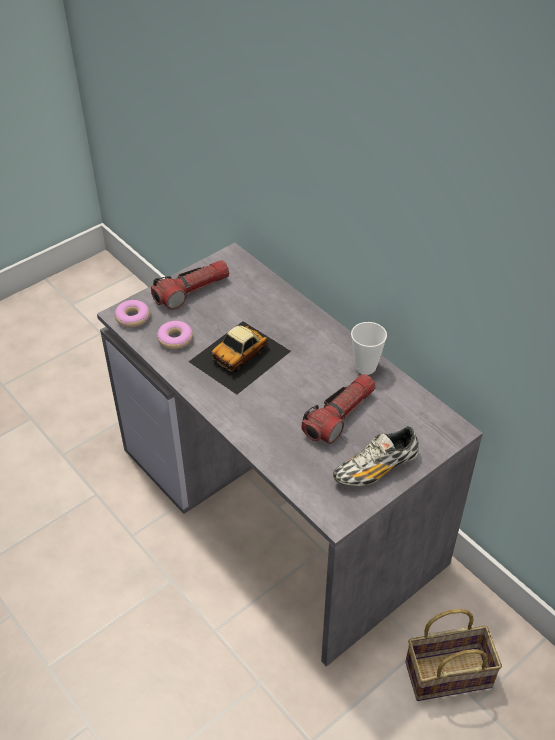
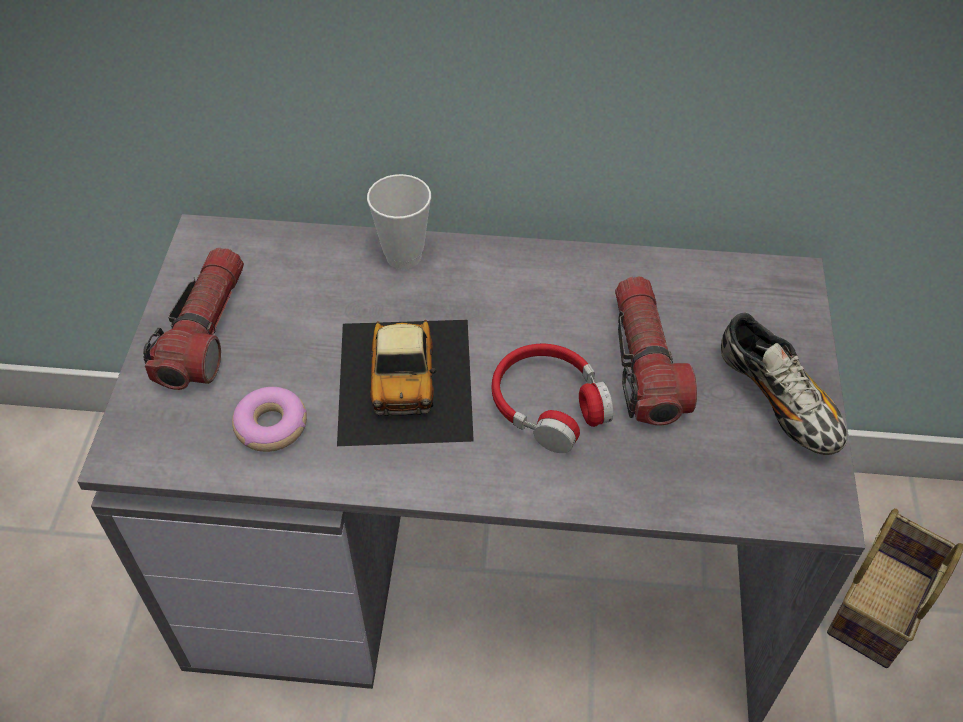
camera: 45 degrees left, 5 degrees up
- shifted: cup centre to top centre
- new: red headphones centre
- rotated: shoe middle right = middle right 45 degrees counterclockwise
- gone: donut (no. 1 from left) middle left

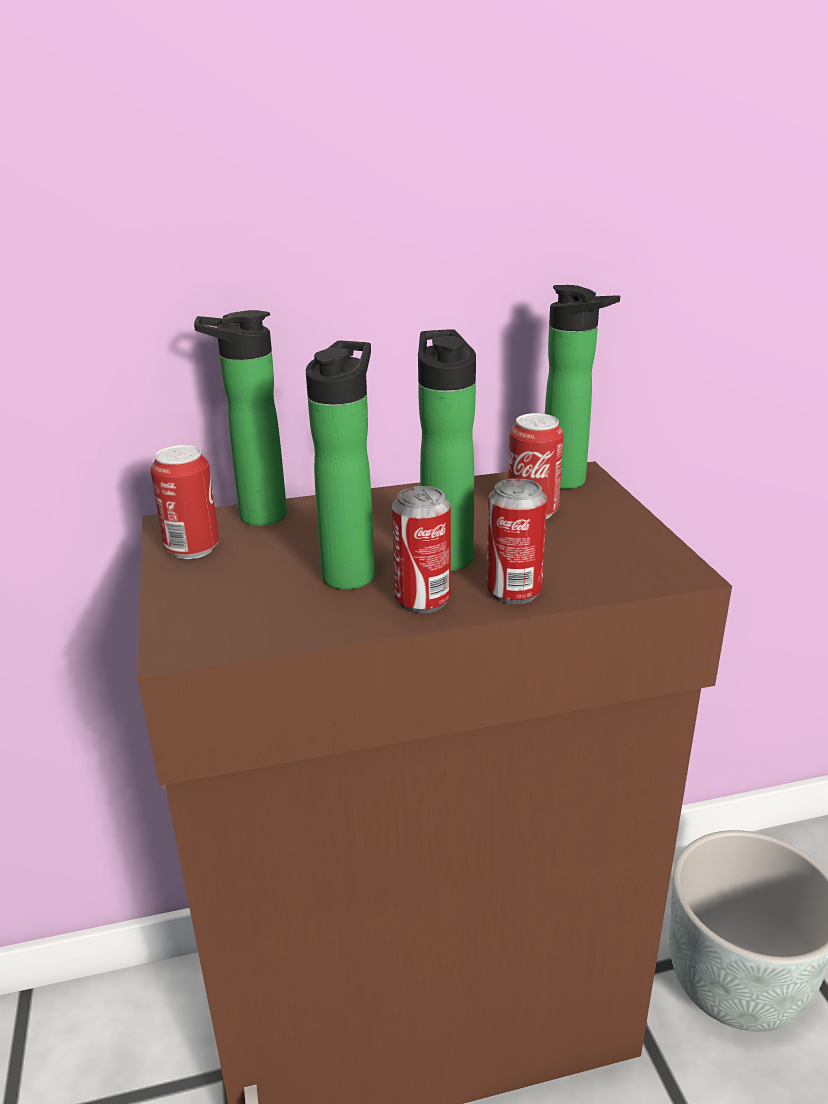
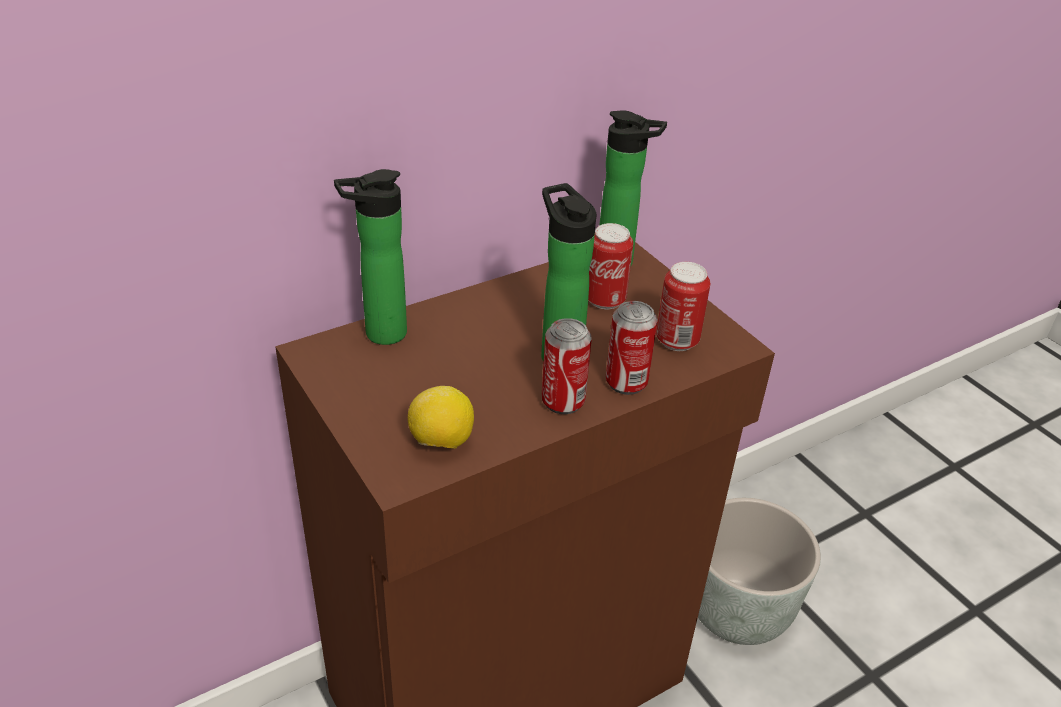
camera: 20 degrees left, 10 degrees up
- new: lemon centre
- shifted: can (no. 1 from left in the first image) middle left to can (no. 4 from left) centre
- gone: bottle (no. 2 from left) centre

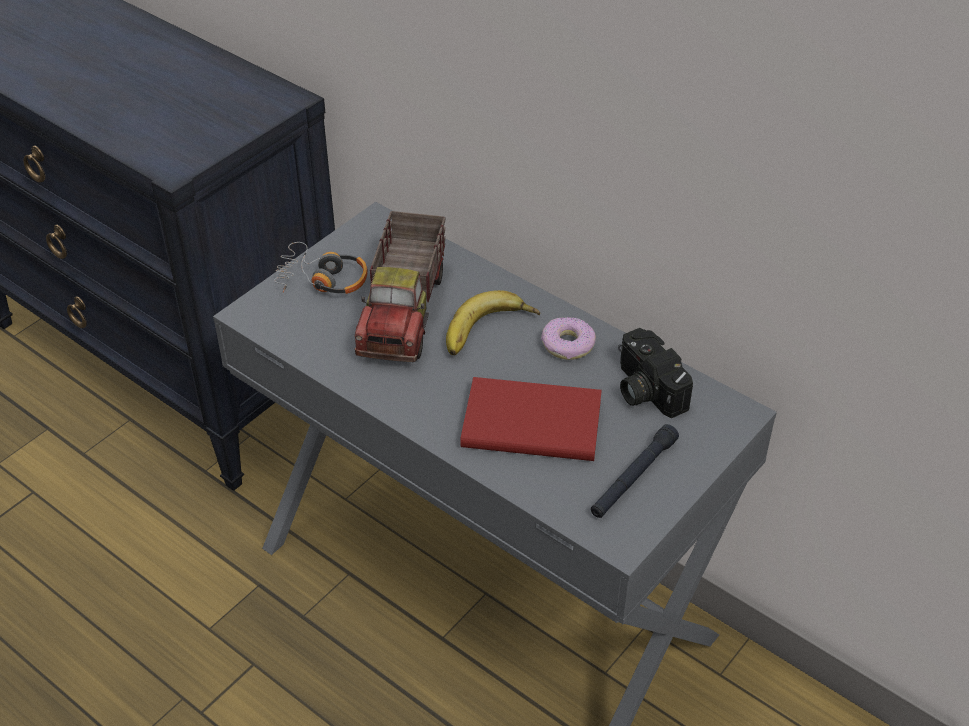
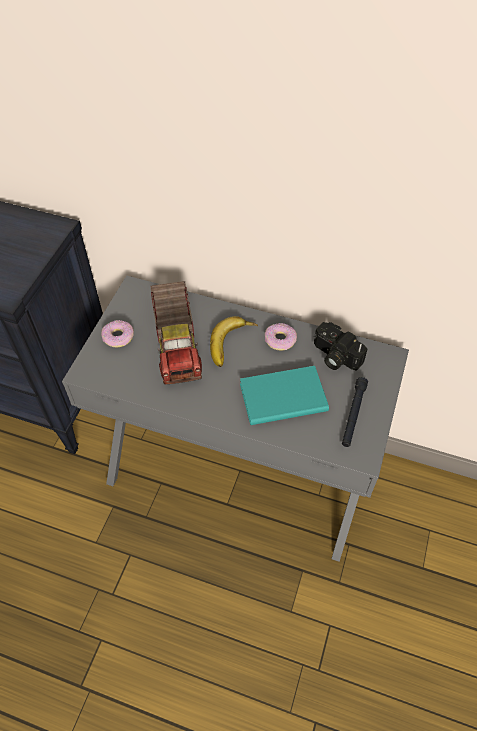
camera: 20 degrees left, 10 degrees up
- swapped: headphones middle left to donut (no. 1 from left) middle left
- repainted: red book centre to turquoise book centre

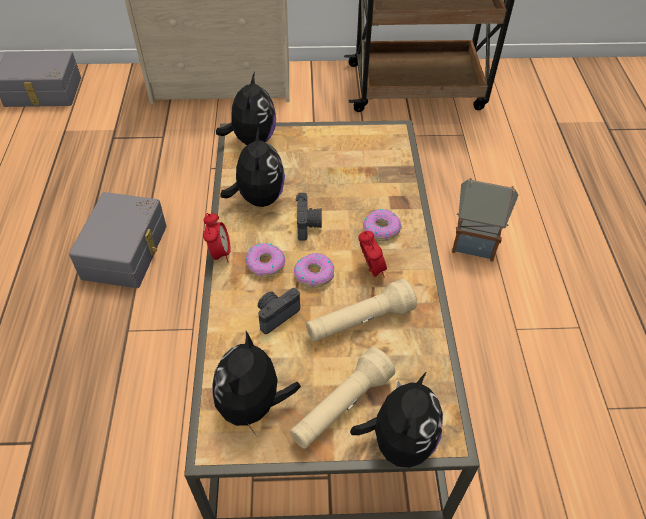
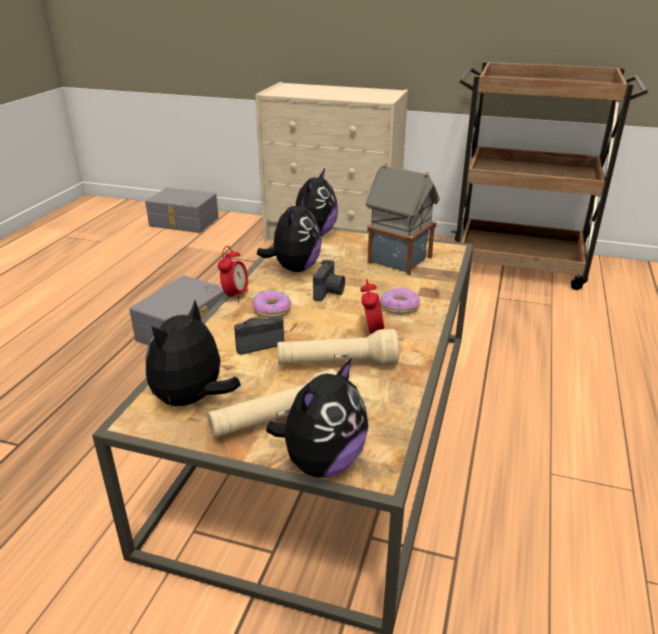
camera: 20 degrees right, 20 degrees down
- shifted: toy house middle right to centre
- gone: donut (no. 2 from left) centre

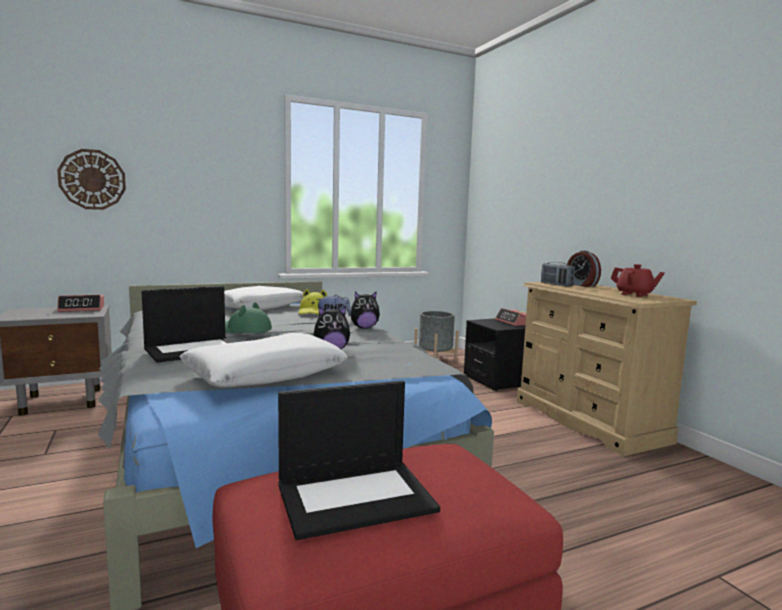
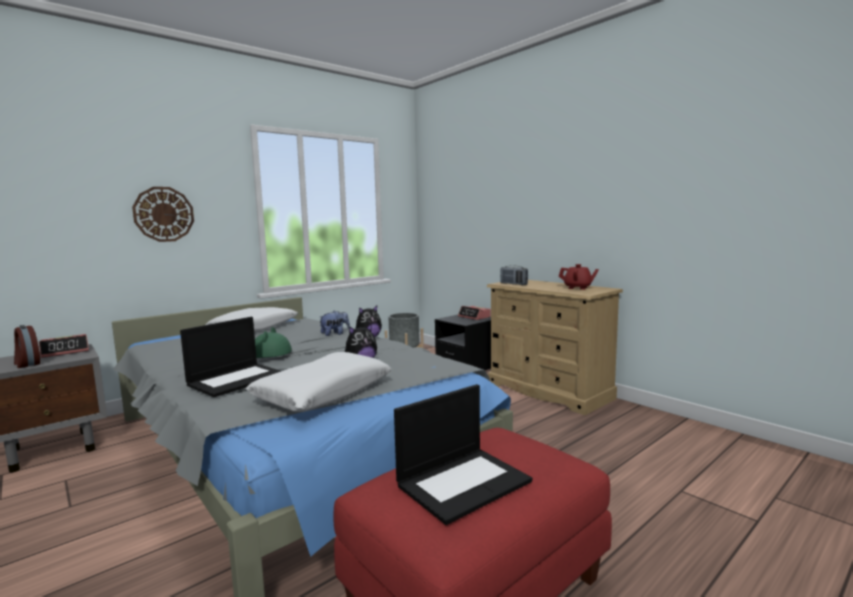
camera: 15 degrees left, 0 degrees up
- shifted: alarm clock (no. 3 from left in the first image) middle right to alarm clock (no. 1 from left) middle left
- shifted: wall clock top left to middle left
- gone: yellow hat centre

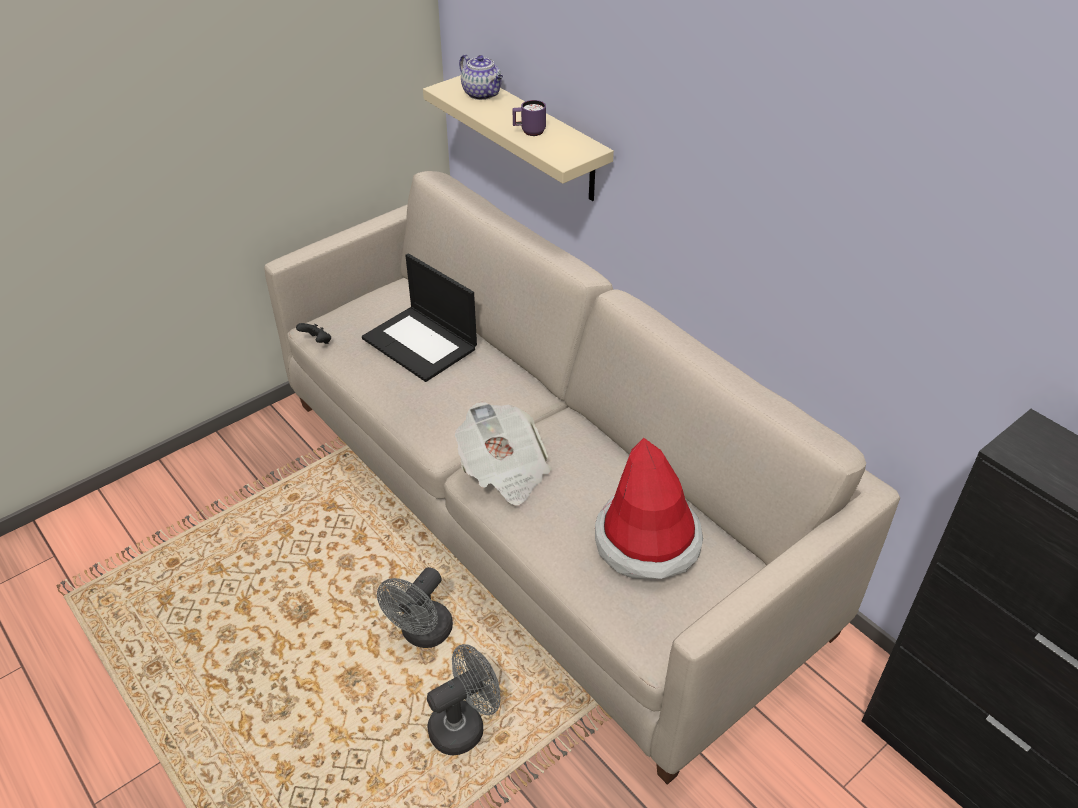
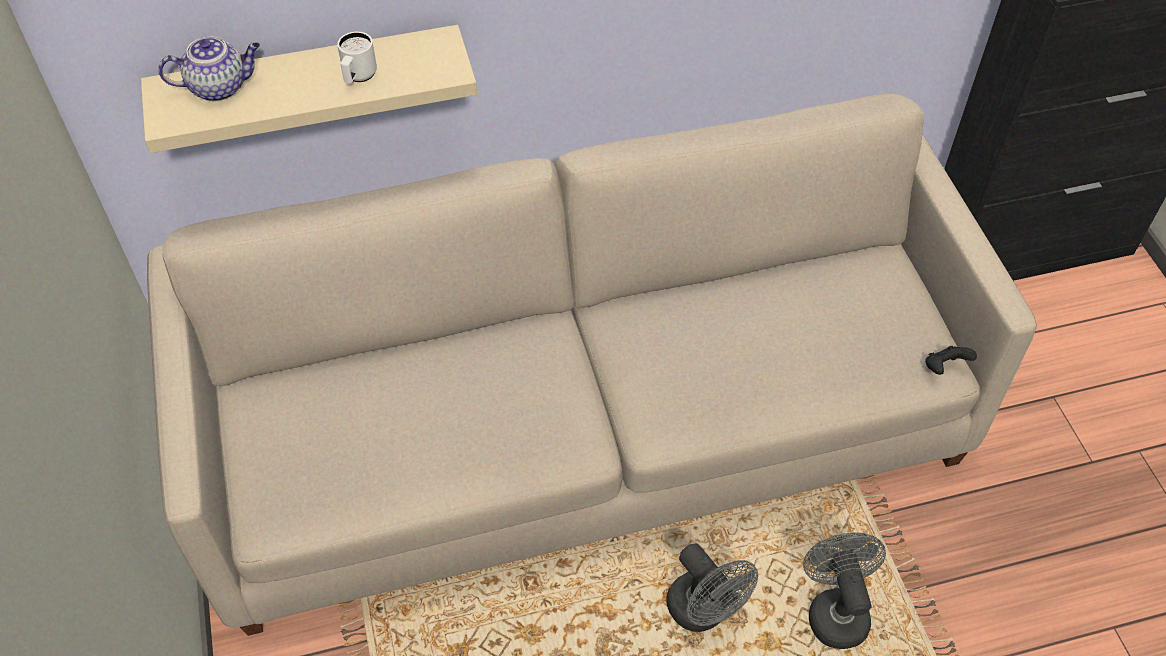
camera: 65 degrees left, 10 degrees up
- repainted: purple mug top centre to white mug top left
- shifted: black game controller middle left to middle right
- gone: laptop centre
- gone: newspaper centre
- gone: hat centre

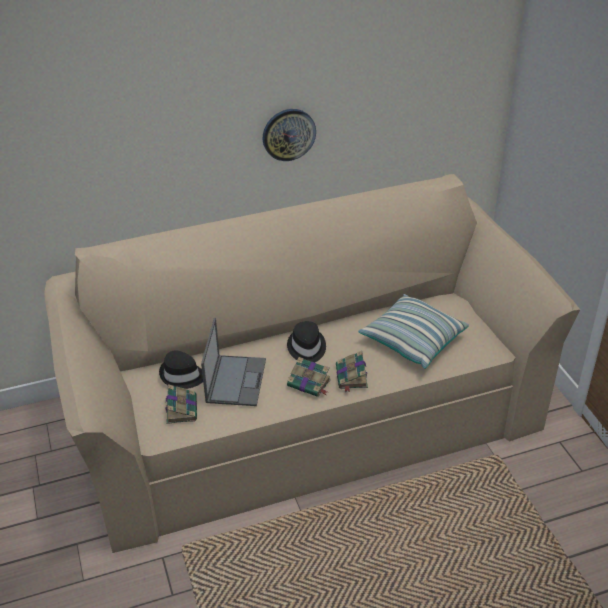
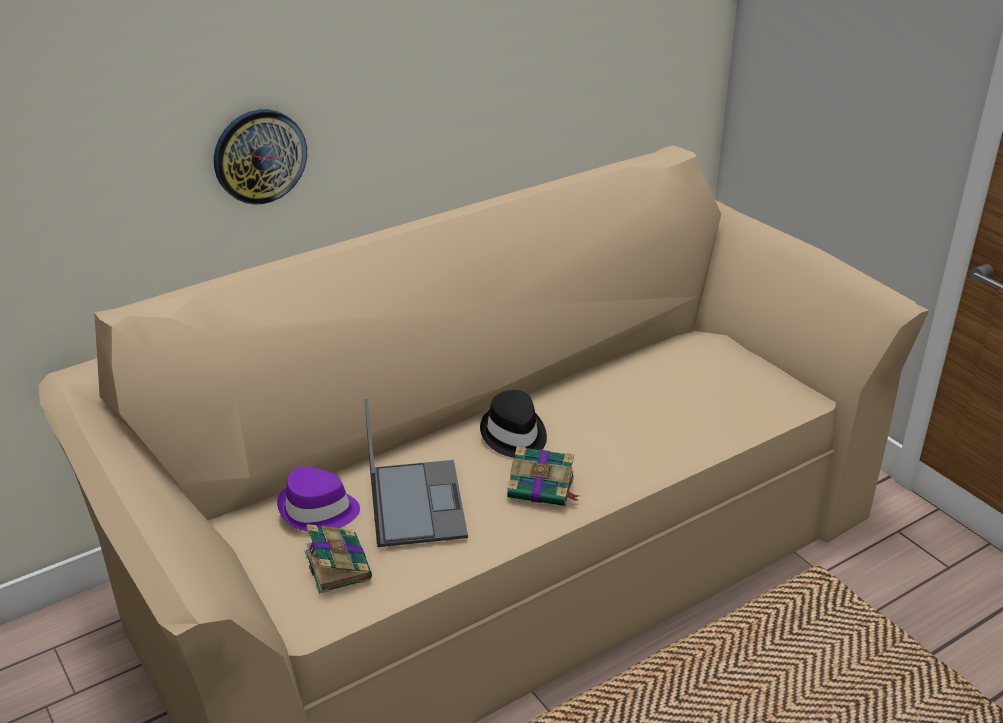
camera: 15 degrees left, 5 degrees down
- shifted: wall clock top centre to top left
- repainted: black hat (no. 1 from left) middle left to purple hat bottom left
- gone: book (no. 3 from left) centre
- gone: pillow middle right

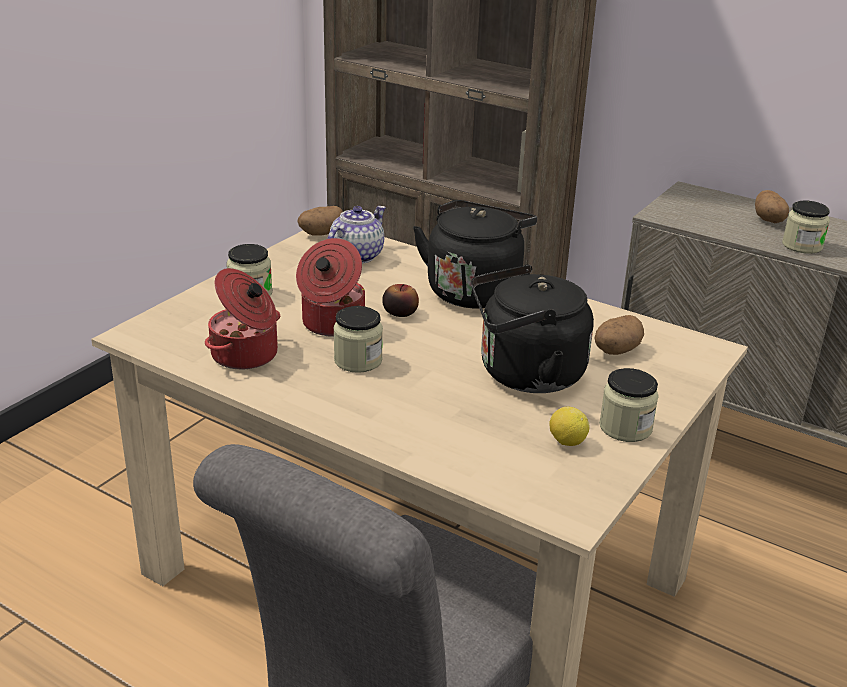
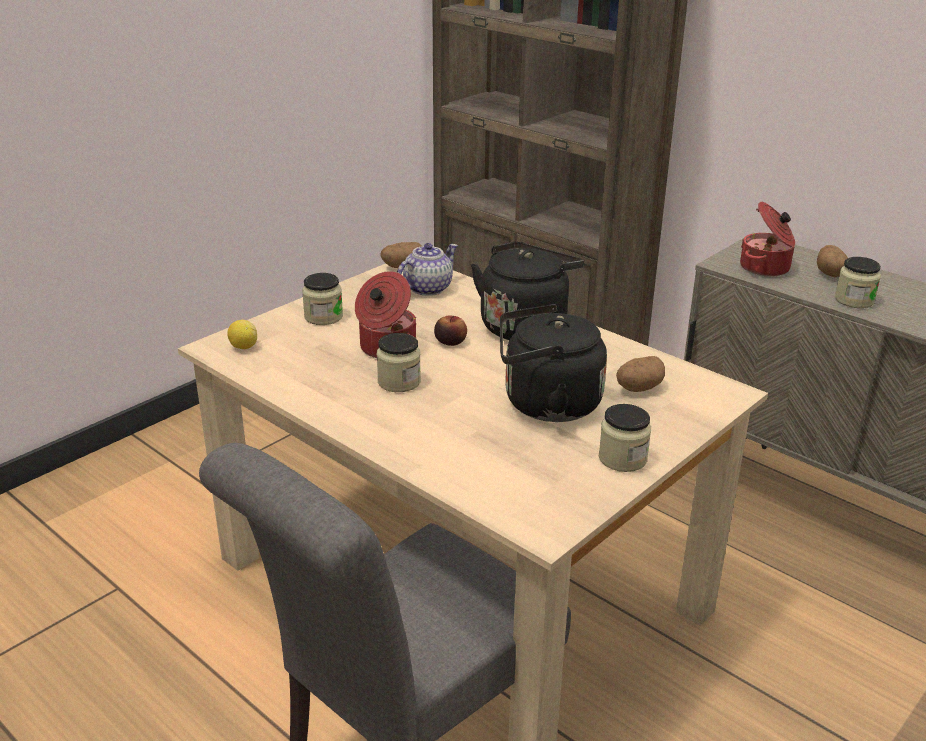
camera: 10 degrees right, 0 degrees up
- shifted: lemon middle right to middle left
- shifted: cooking pot (no. 1 from left in the first image) middle left to cooking pot (no. 2 from left) top right

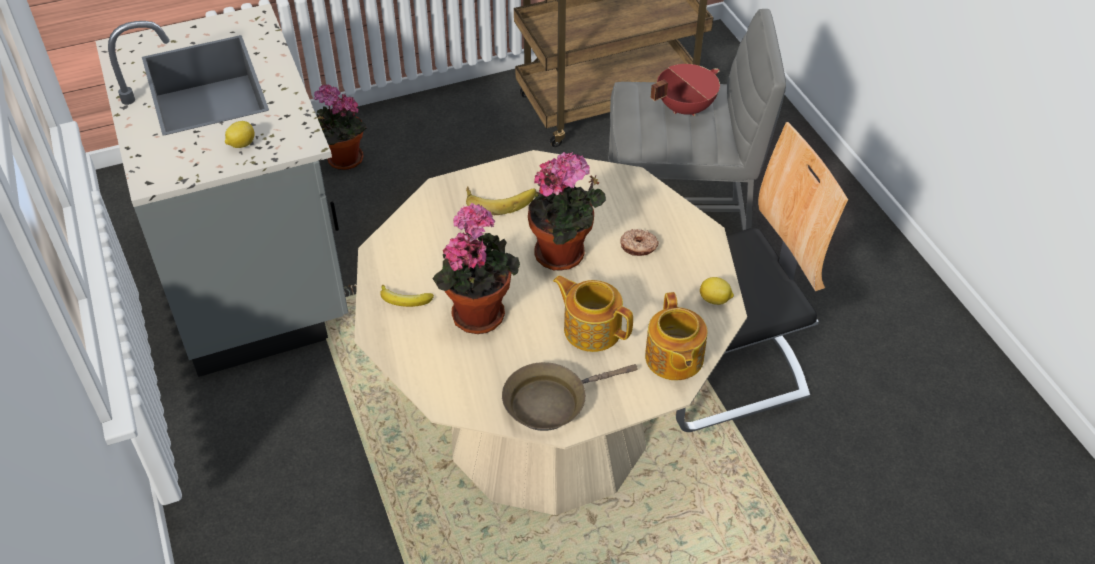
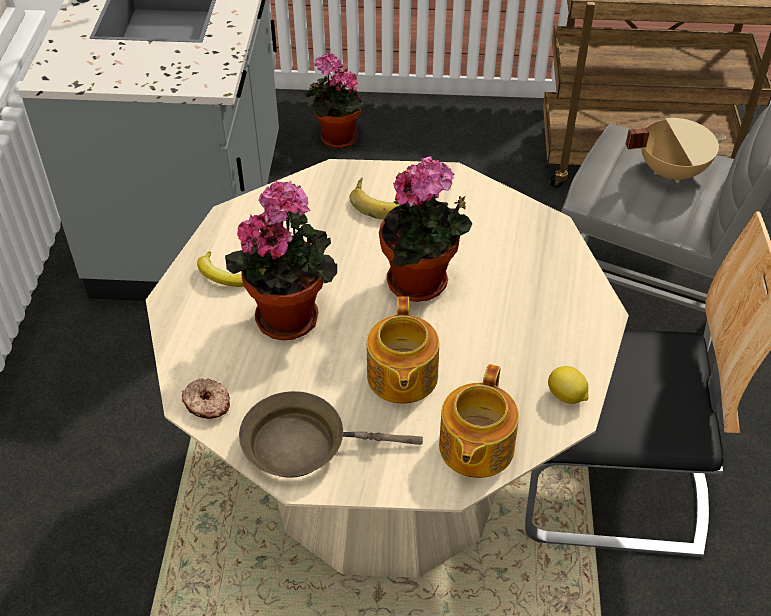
camera: 25 degrees right, 0 degrees up
- shifted: donut centre to middle left
- rotated: teapot (no. 1 from left) centre = centre 150 degrees counterclockwise
- repainted: red cooking pot top centre to beige cooking pot top right
- gone: lemon (no. 1 from left) top left

